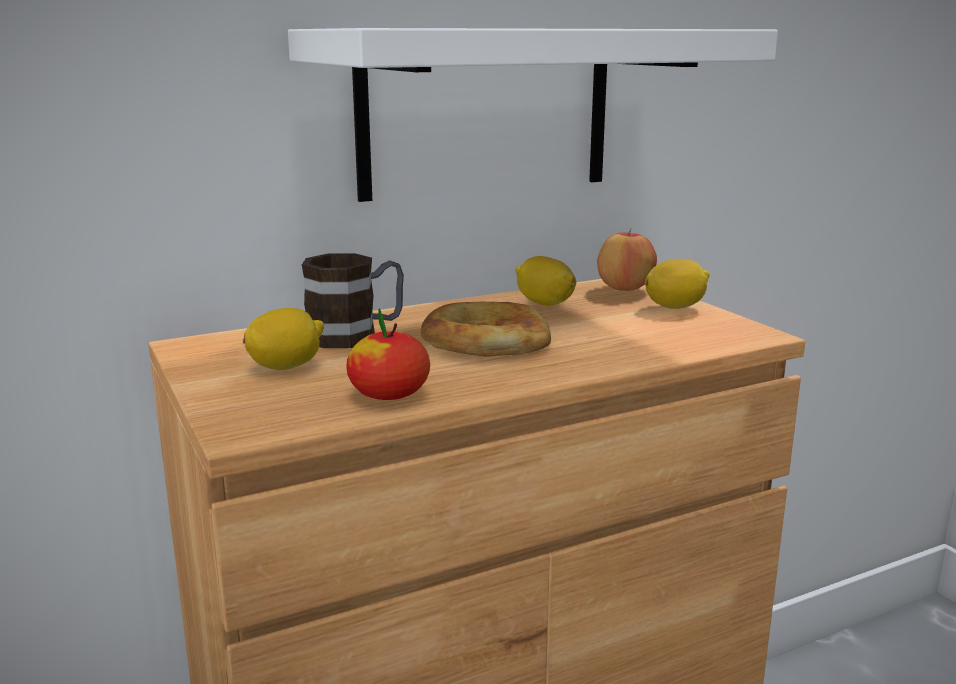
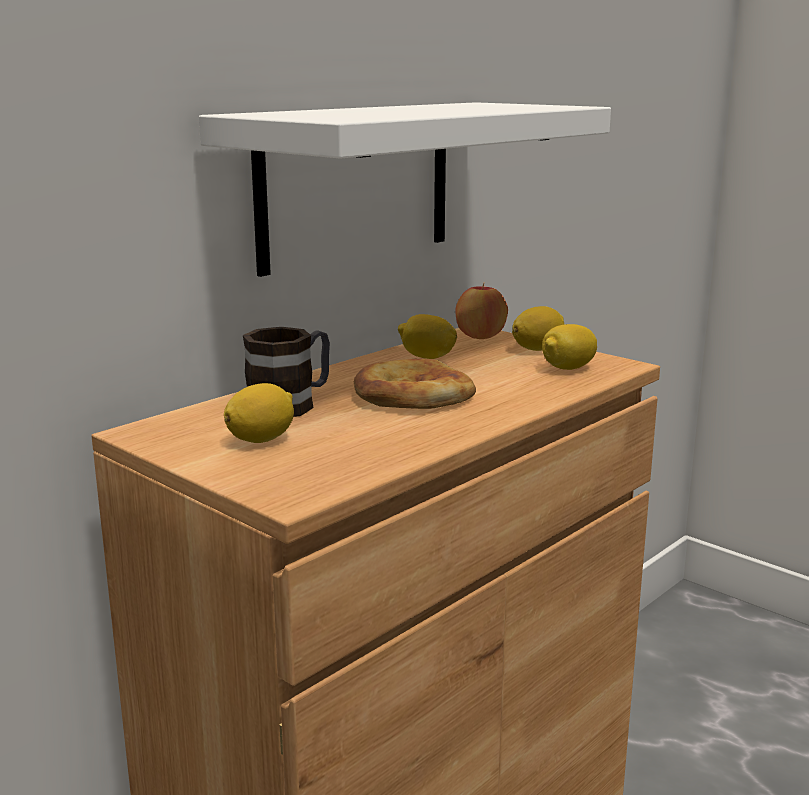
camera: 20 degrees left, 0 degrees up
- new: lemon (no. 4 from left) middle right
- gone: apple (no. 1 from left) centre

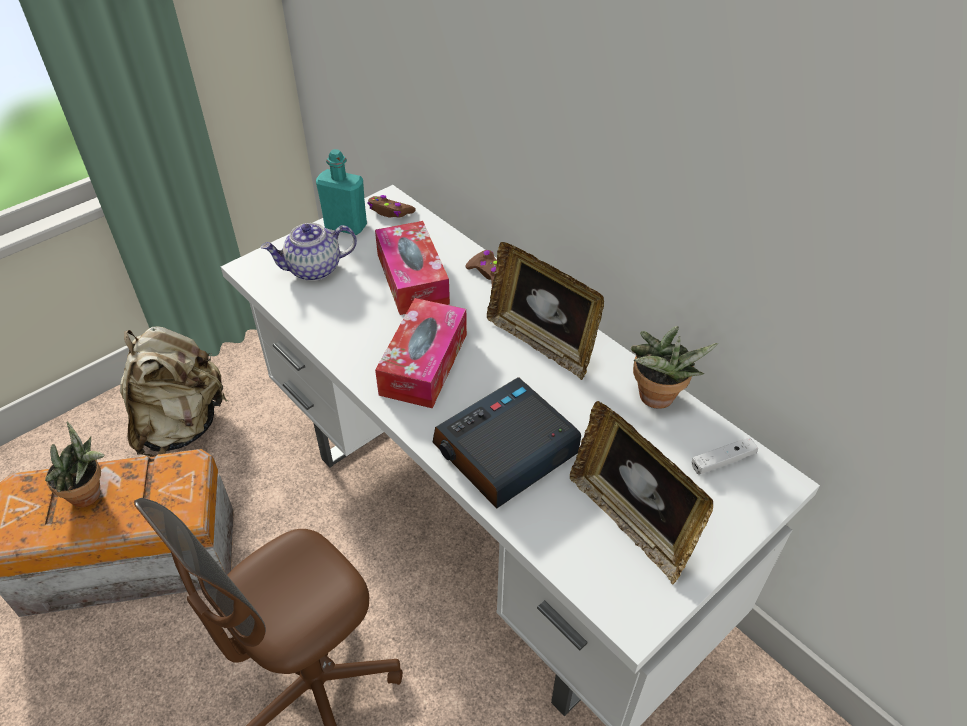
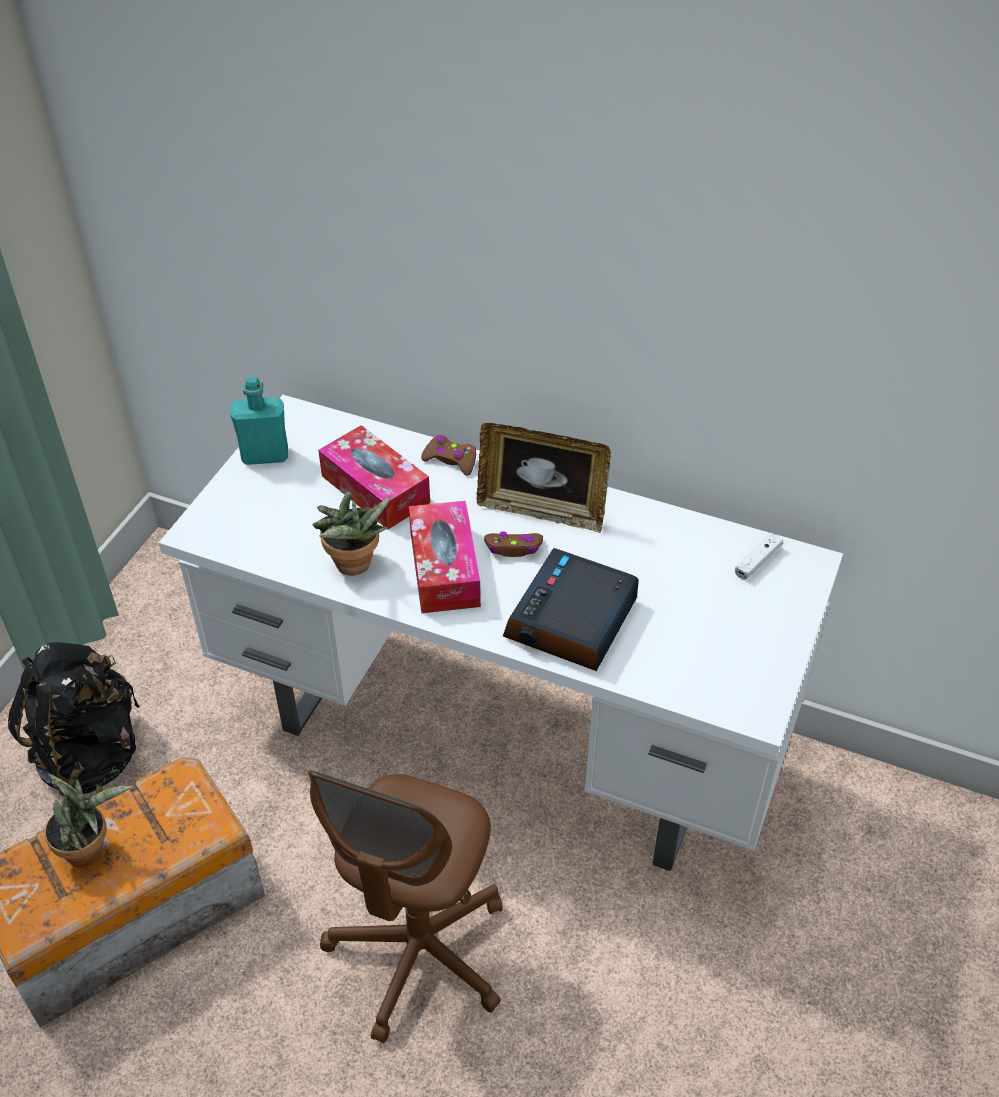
camera: 25 degrees left, 0 degrees up
- repainted: beige backpack middle left to black backpack middle left
- shifted: potted plant (no. 2 from left) middle right to centre
- shifted: brown game controller (no. 1 from left in the first image) top centre to brown game controller (no. 2 from left) centre
- gone: teapot middle left
- gone: picture frame (no. 2 from left) bottom centre

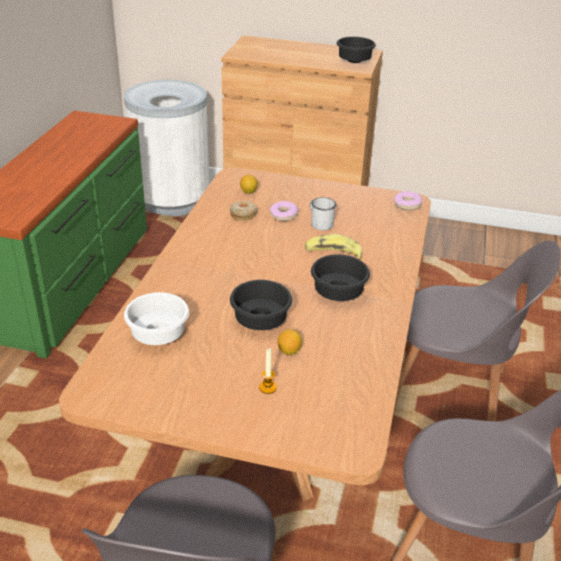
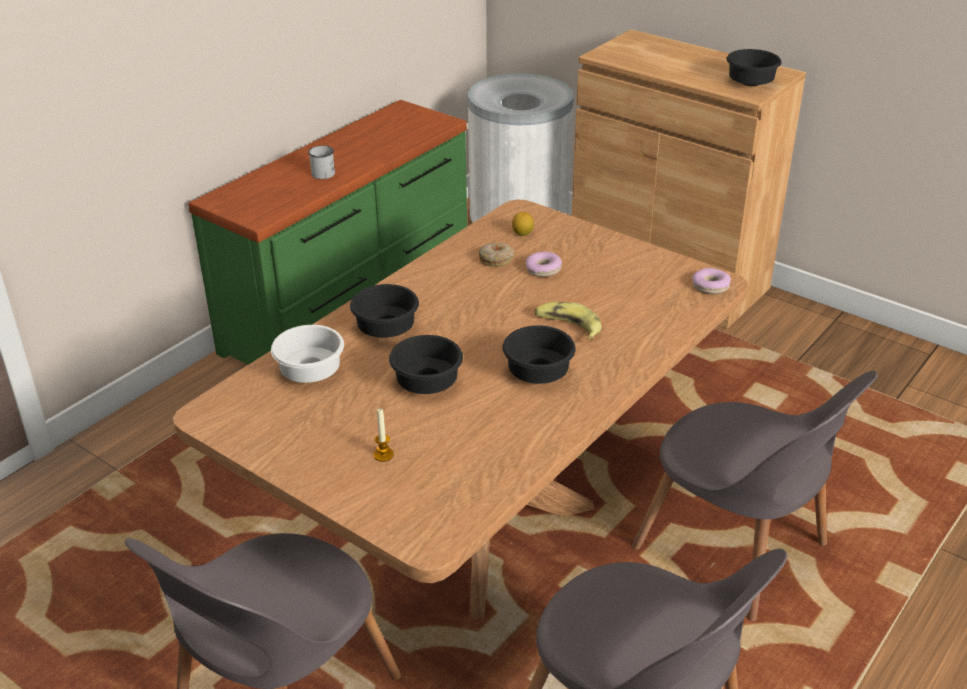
camera: 25 degrees right, 0 degrees up
- shifted: white mug centre to top left
- new: black bowl (no. 1 from left) centre
- gone: lemon (no. 2 from left) centre

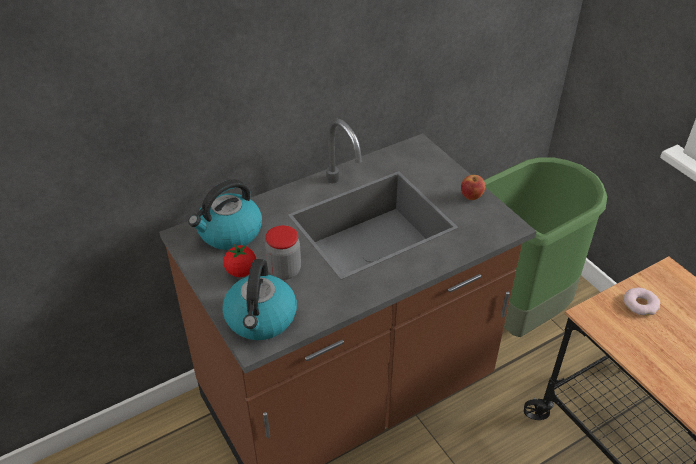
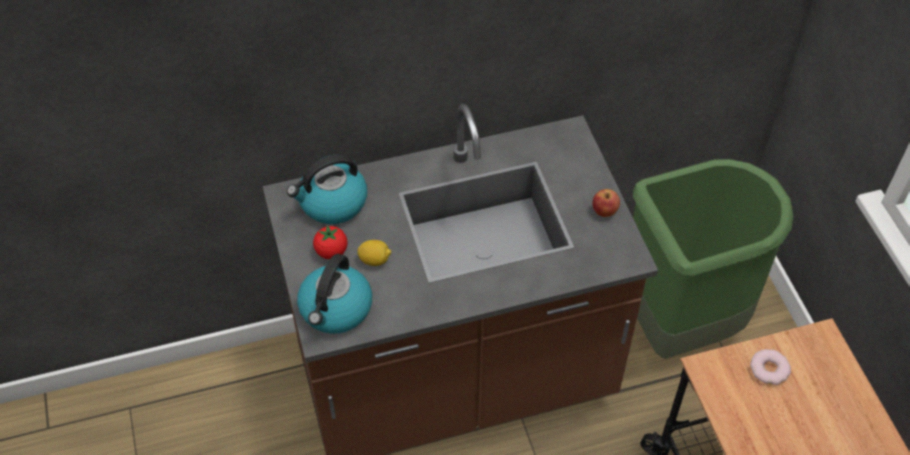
camera: 15 degrees right, 10 degrees up
- swapped: jar centre to lemon centre

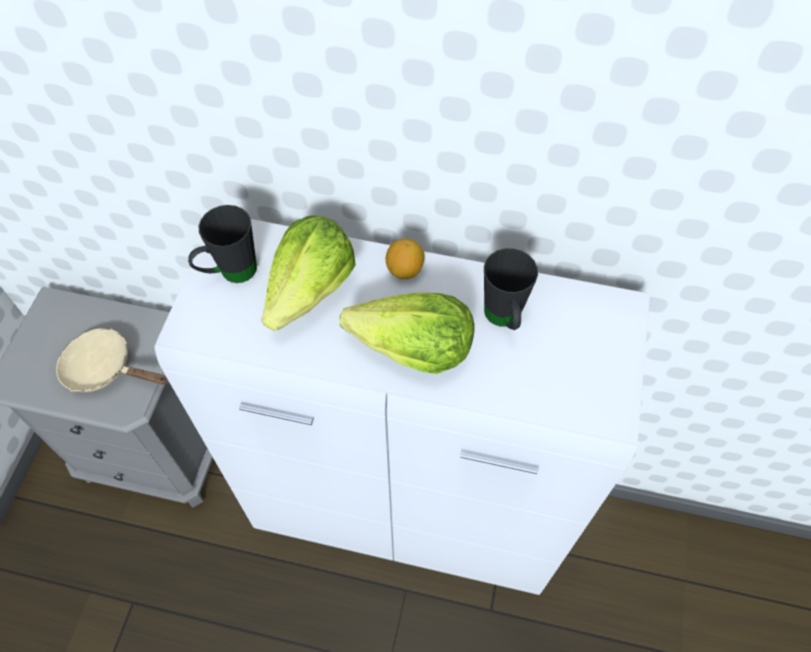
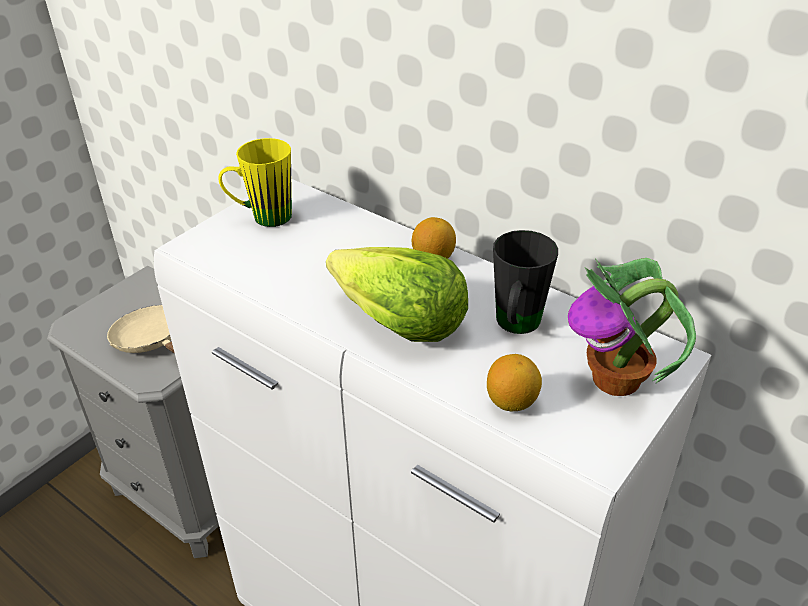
camera: 25 degrees right, 20 degrees down
- repainted: black mug (no. 1 from left) middle left to yellow mug top left
- new: lemon (no. 2 from left) centre
- new: potted plant middle right
- gone: lettuce (no. 1 from left) centre

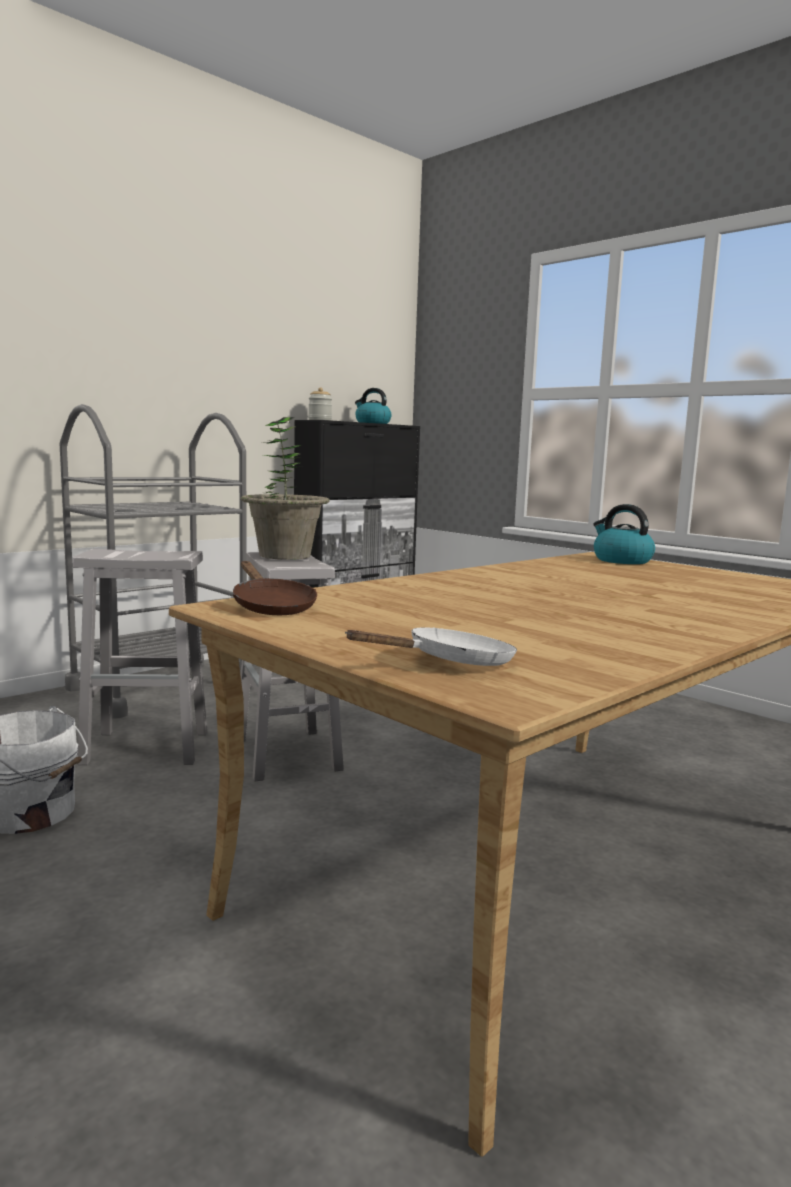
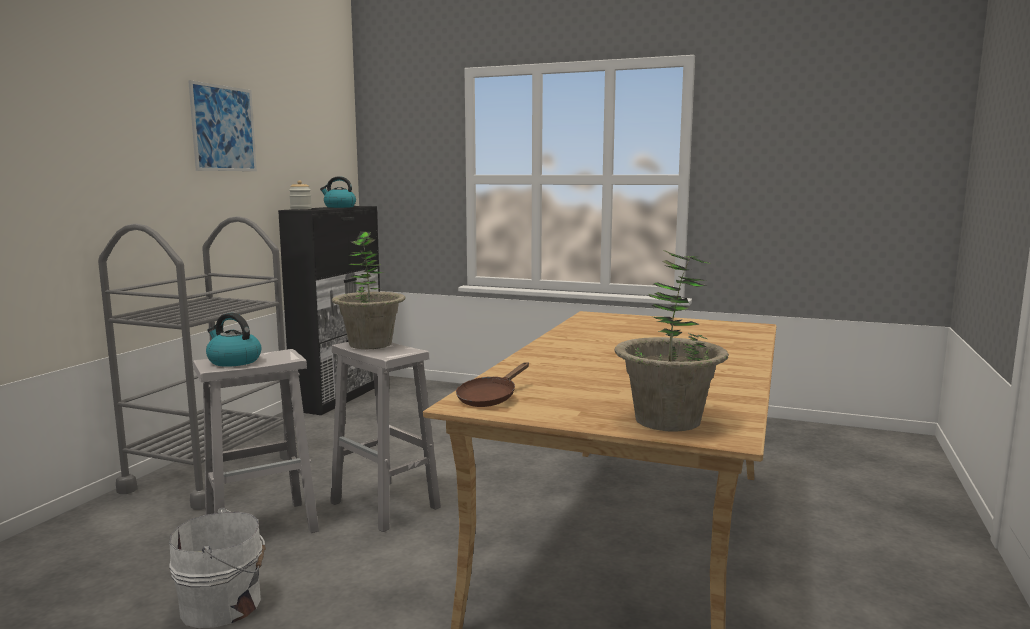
camera: 25 degrees left, 0 degrees up
- new: picture top left
- shifted: kettle (no. 2 from left in the first image) middle right to kettle (no. 1 from left) middle left
- rotated: brown frying pan centre = centre 90 degrees clockwise
- swapped: white frying pan centre to potted plant (no. 2 from left) centre

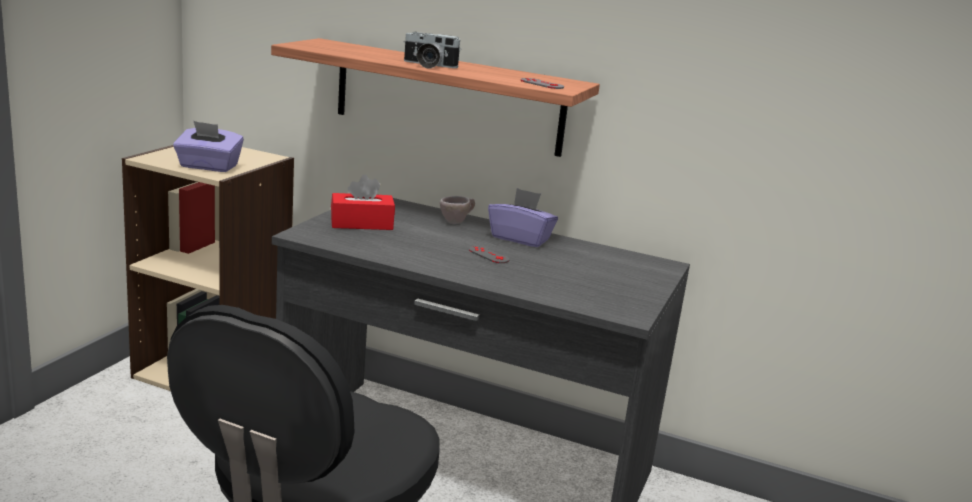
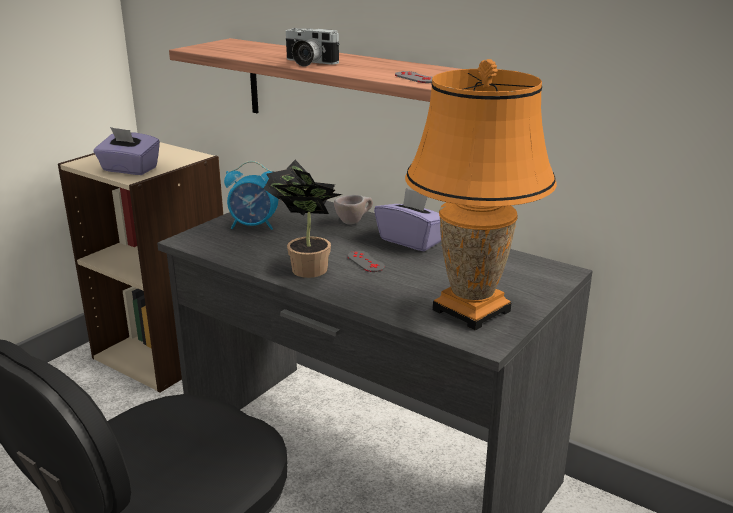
camera: 15 degrees right, 5 degrees up
- swapped: red tissue box centre to alarm clock centre
- new: potted plant centre
- new: orange table lamp centre

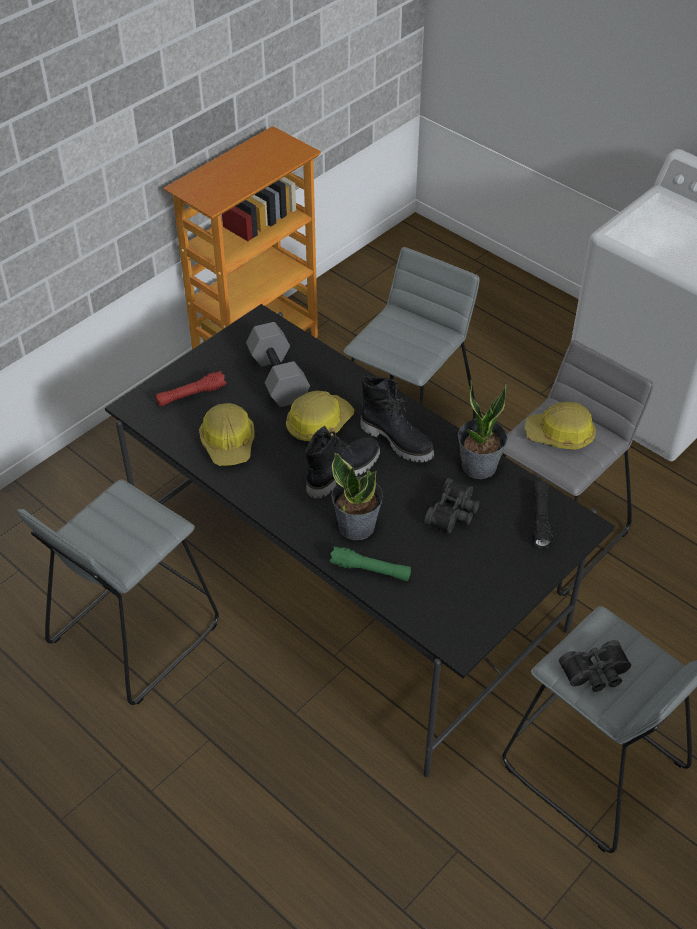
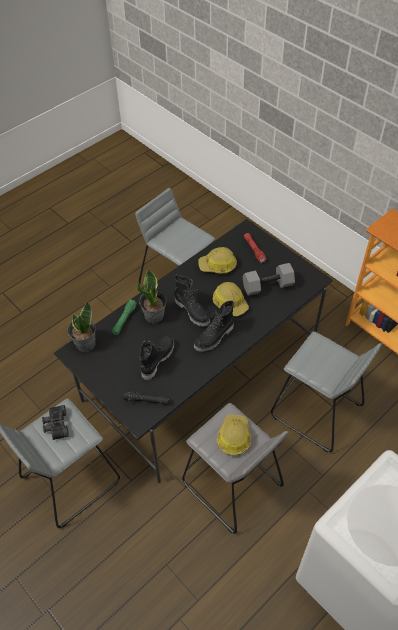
camera: 95 degrees right, 5 degrees up
- shifted: potted plant (no. 2 from left in the first image) middle right to potted plant (no. 1 from left) middle left
- swapped: black binoculars (no. 1 from left) centre to black boot (no. 1 from left) centre

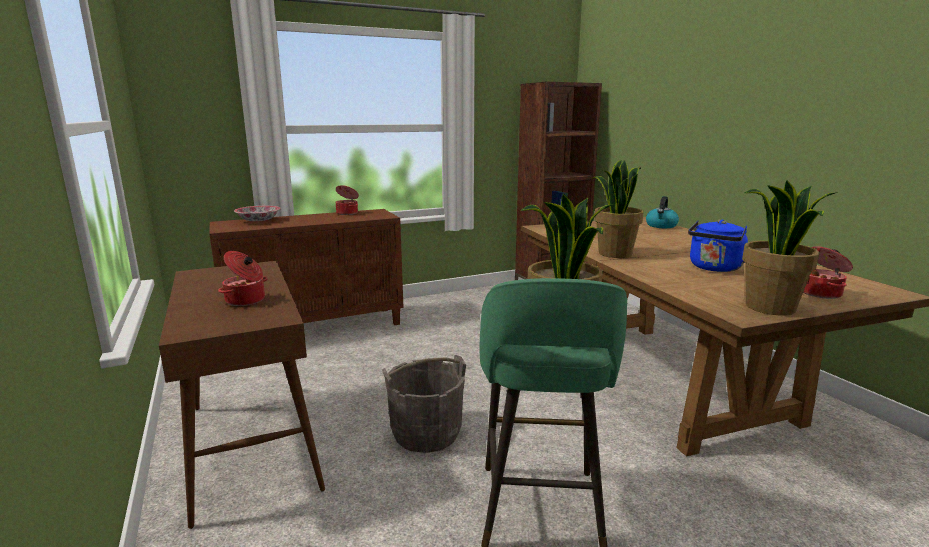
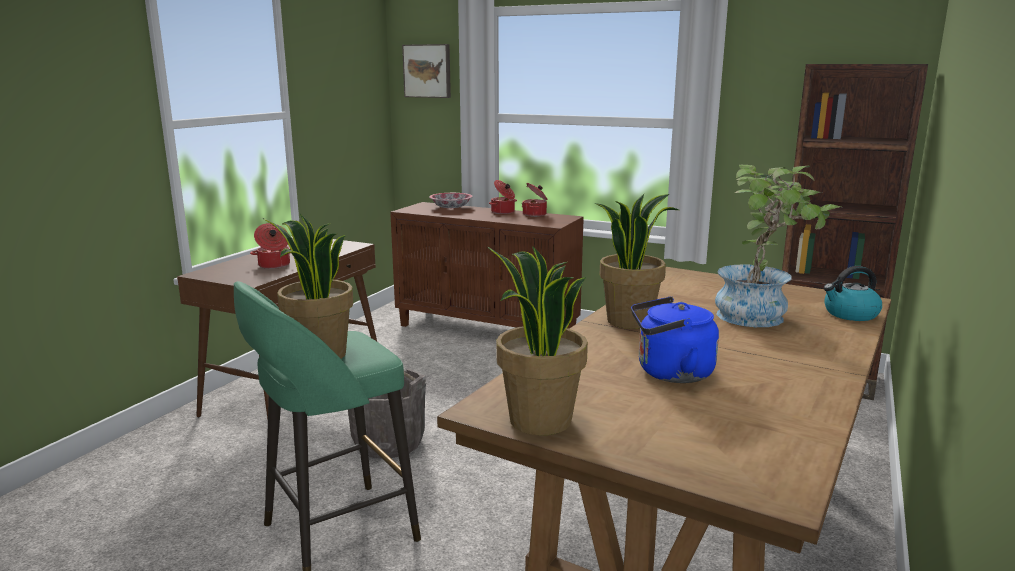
camera: 50 degrees right, 0 degrees up
- new: picture top centre
- shifted: cooking pot (no. 3 from left in the first image) middle right to cooking pot (no. 2 from left) centre
- new: potted plant (no. 4 from left) middle right

